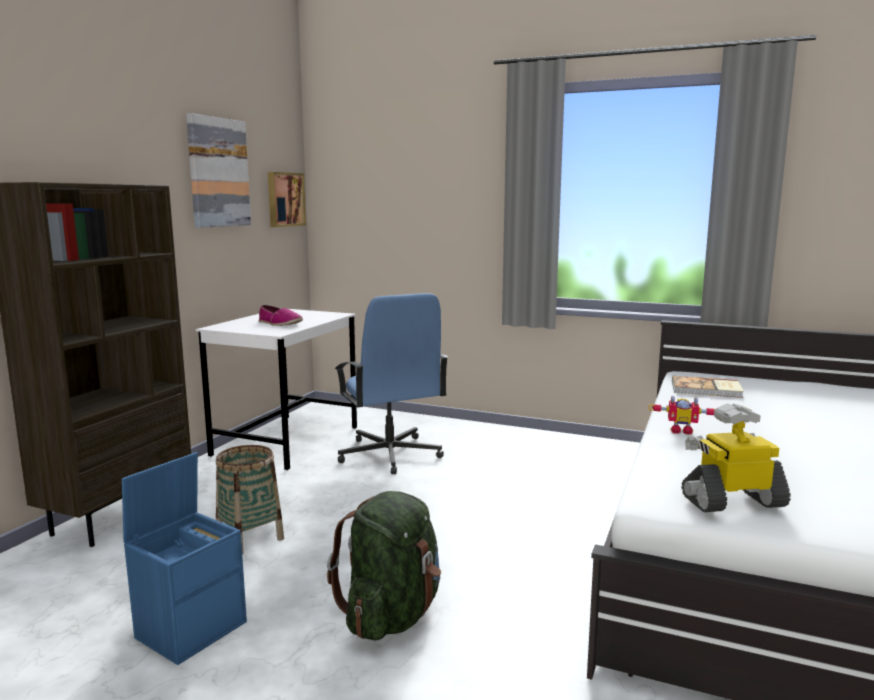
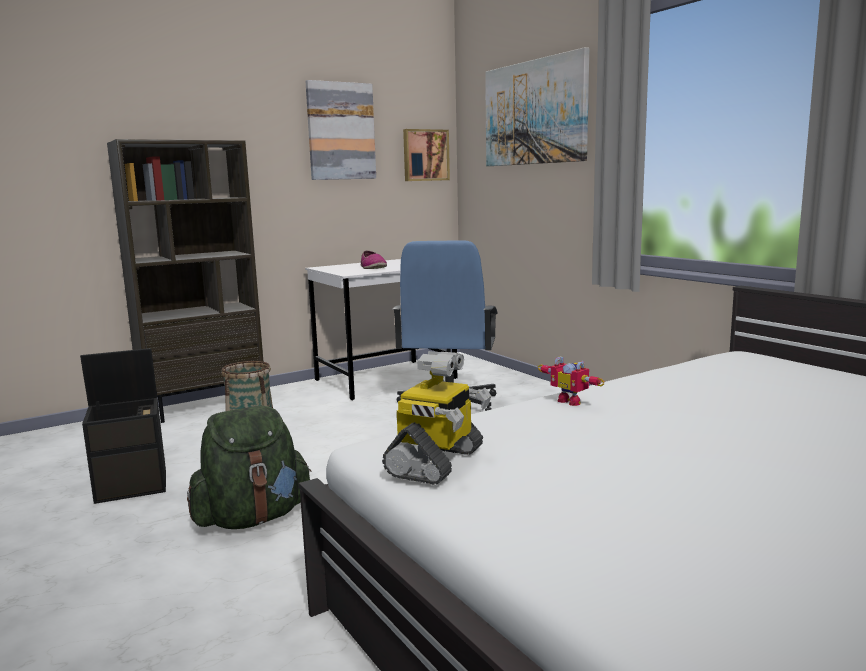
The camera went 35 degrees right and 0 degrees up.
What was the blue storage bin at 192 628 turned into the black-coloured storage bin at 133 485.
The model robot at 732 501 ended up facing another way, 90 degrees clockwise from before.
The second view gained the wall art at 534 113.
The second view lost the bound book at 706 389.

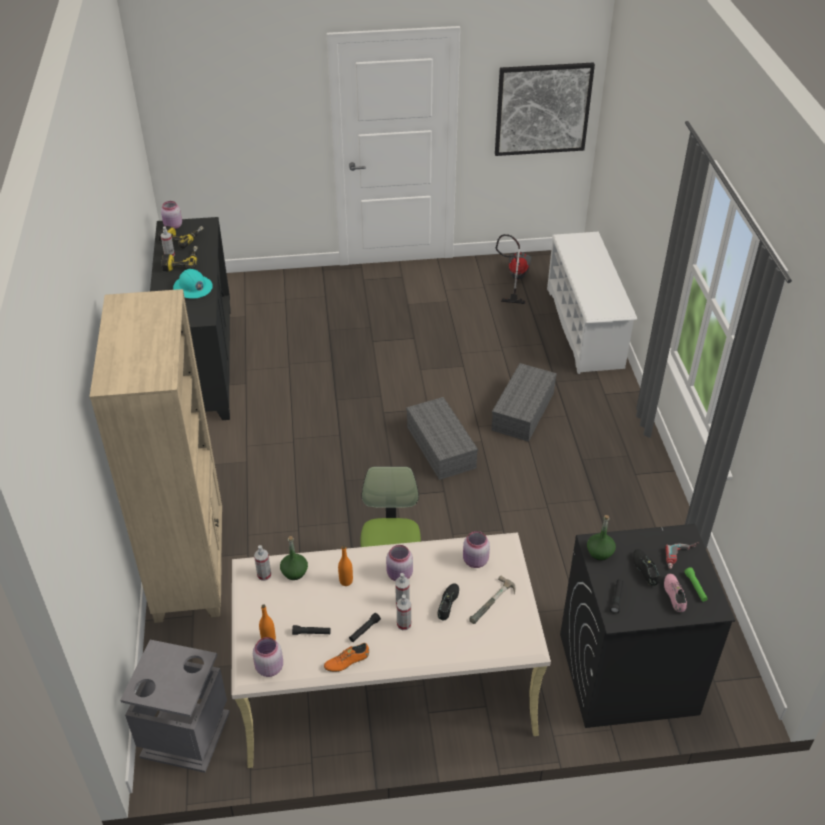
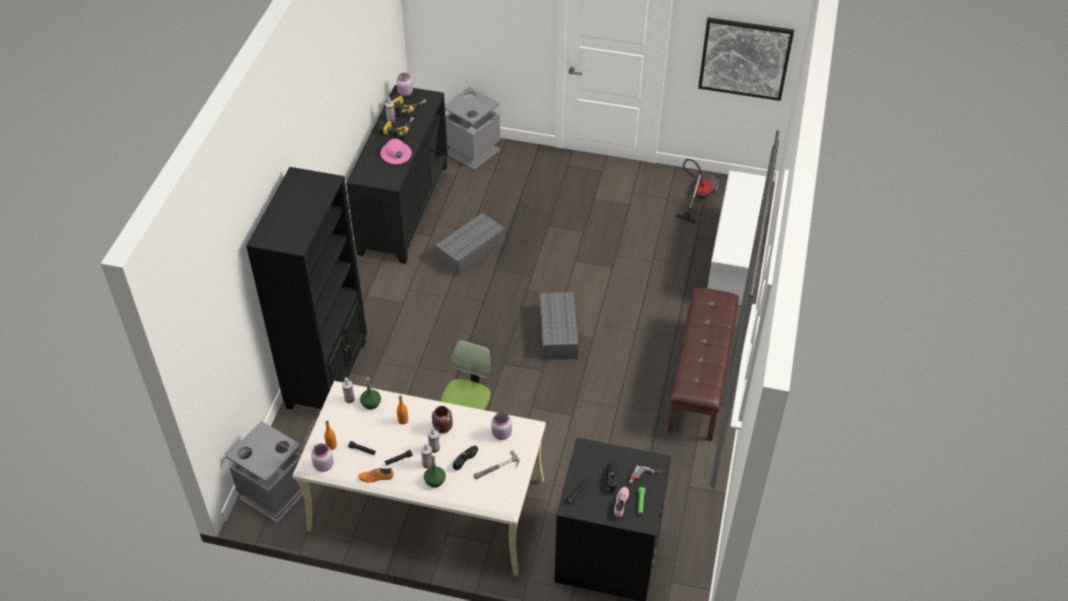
The camera went 20 degrees right and 5 degrees up.
What was the beige-coloured bookshelf at 190 566 turned into the black-coloured bookshelf at 328 374.
What was the turquoise-coloured safety helmet at 192 288 turned into the pinkish safety helmet at 395 154.
The green bottle ended up elsewhere, having gone from 600 552 to 435 480.
What was the pinkish jar at 399 575 turned into the brownish jar at 442 428.
The greyish storage bin ended up elsewhere, having gone from 523 412 to 470 252.
The second view gained the greyish waste bin at 472 152.
The second view gained the brownish bench at 701 379.

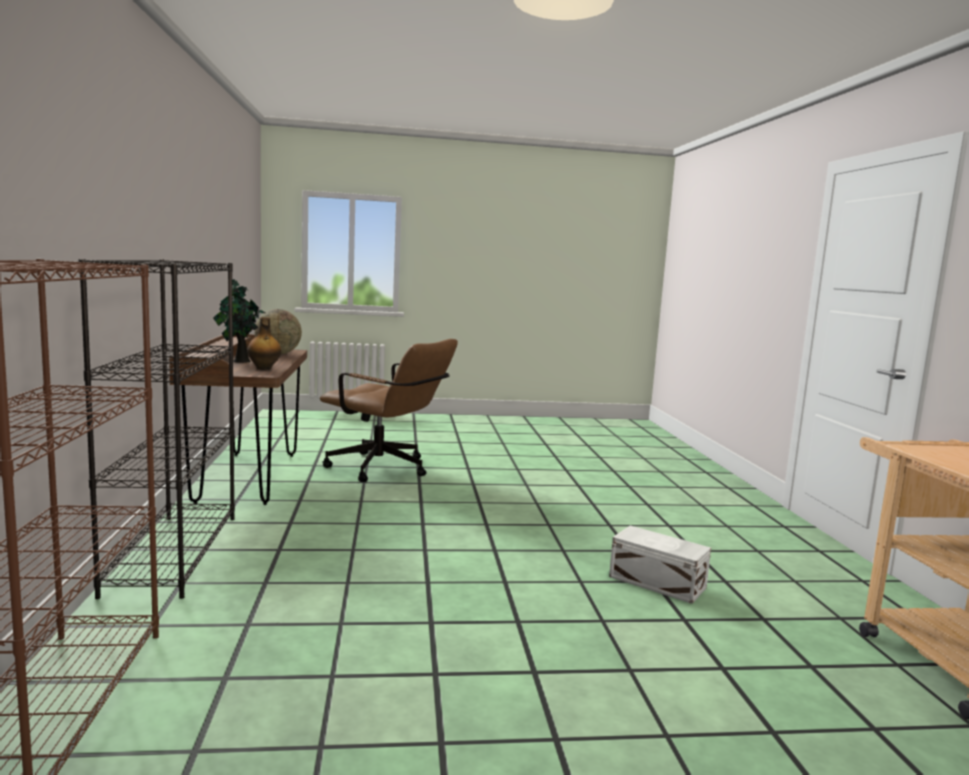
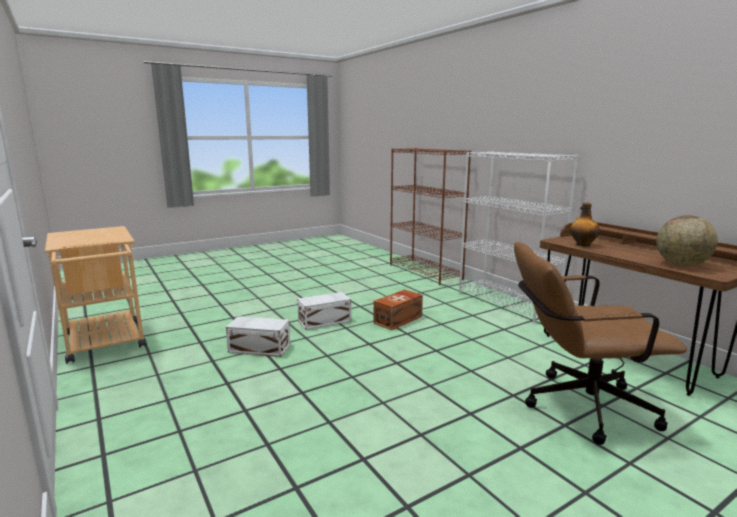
The camera went 155 degrees right and 5 degrees up.
The second view gained the whitish storage bin at 325 321.
The second view gained the brownish storage bin at 399 320.
What was the black-coloured bookshelf at 173 552 turned into the whitish bookshelf at 507 303.
The second view lost the houseplant at 240 361.

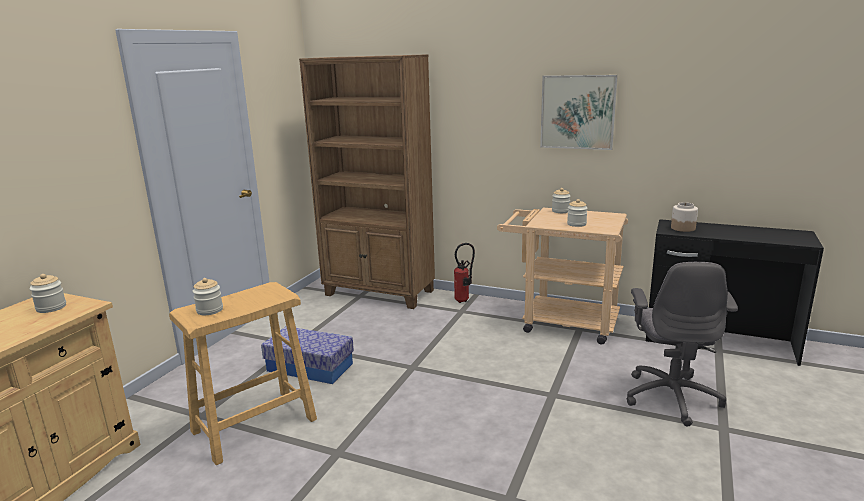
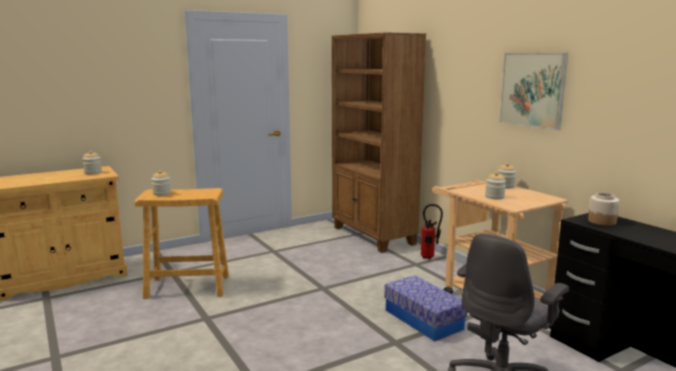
The camera went 35 degrees right and 5 degrees down.
The storage bin ended up elsewhere, having gone from 309 367 to 423 319.

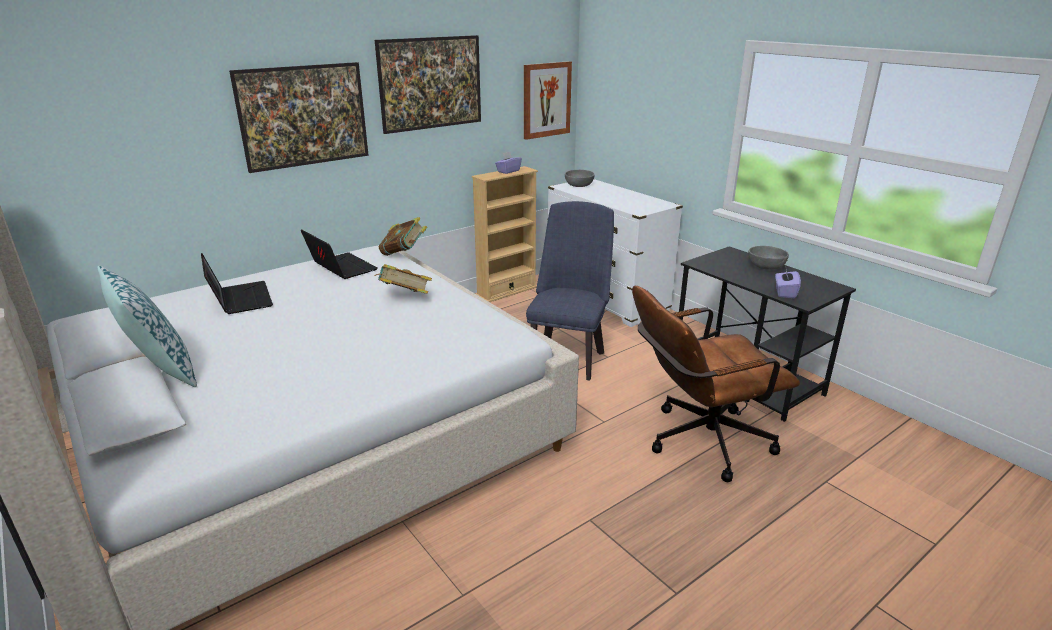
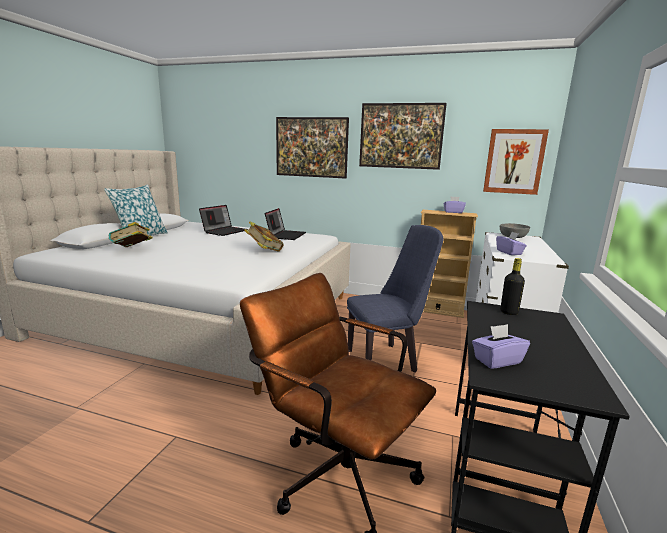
The camera went 55 degrees right and 10 degrees down.
The bound book ended up elsewhere, having gone from 404 253 to 132 249.
The second view gained the purplish box of tissues at 509 252.
The second view gained the black-coloured bottle at 509 312.
The second view lost the greyish bowl at 766 266.

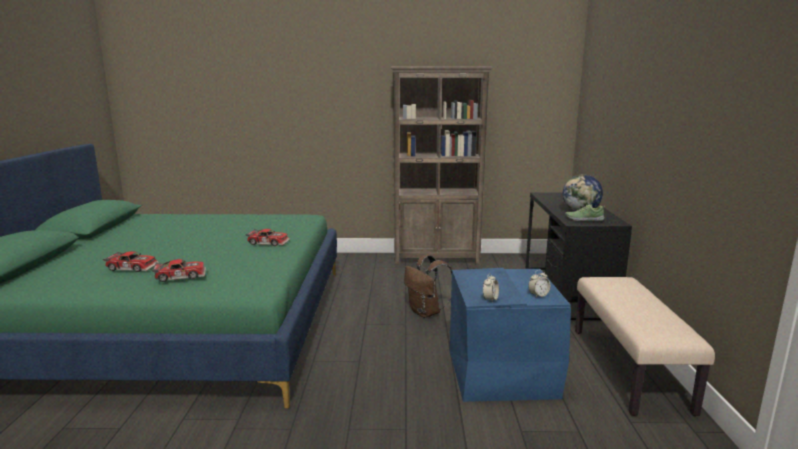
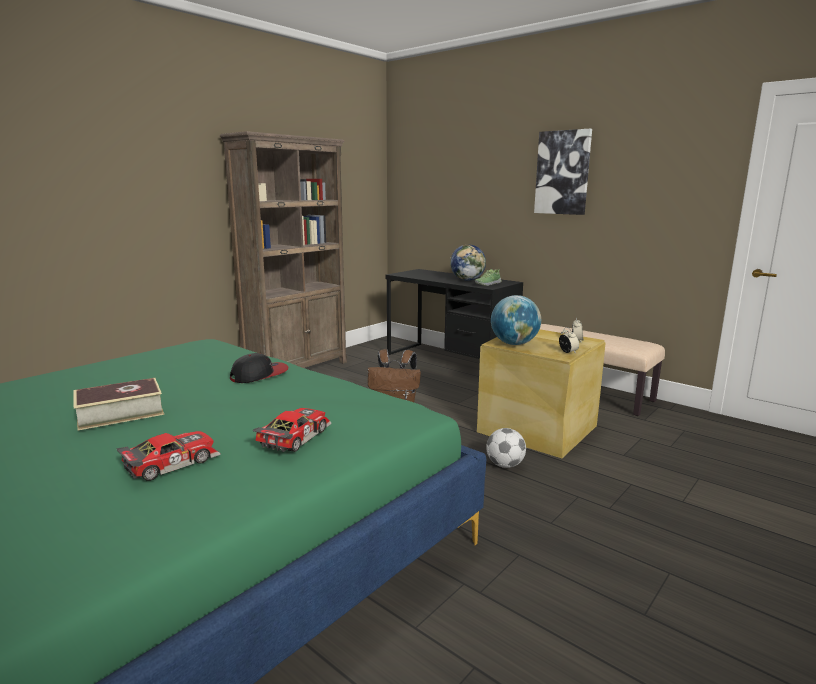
The camera went 50 degrees left and 0 degrees up.
The second view gained the bound book at 120 413.
Where the model car stood at 269 242, the cap came to stand at 259 375.
What was the blue storage bin at 502 372 turned into the beige-coloured storage bin at 537 428.
The second view gained the football at 505 465.
The second view gained the desk globe at 514 344.
The second view gained the wall art at 563 172.

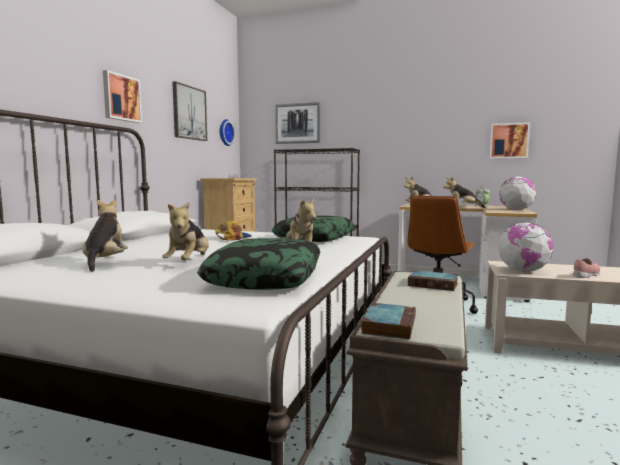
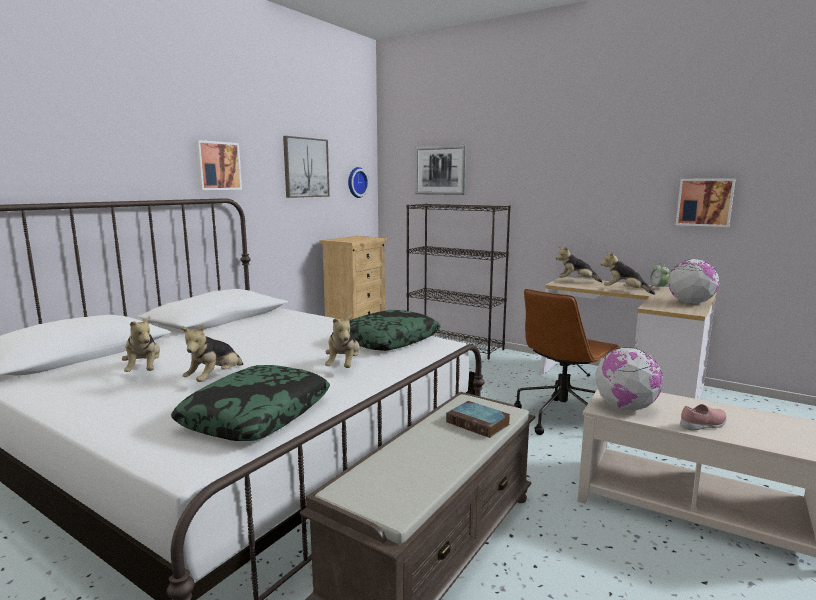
The camera went 15 degrees right and 5 degrees up.
The soft toy at 105 262 ended up facing another way, 150 degrees clockwise from before.
The second view lost the cap at 233 238.
The second view lost the bound book at 389 325.

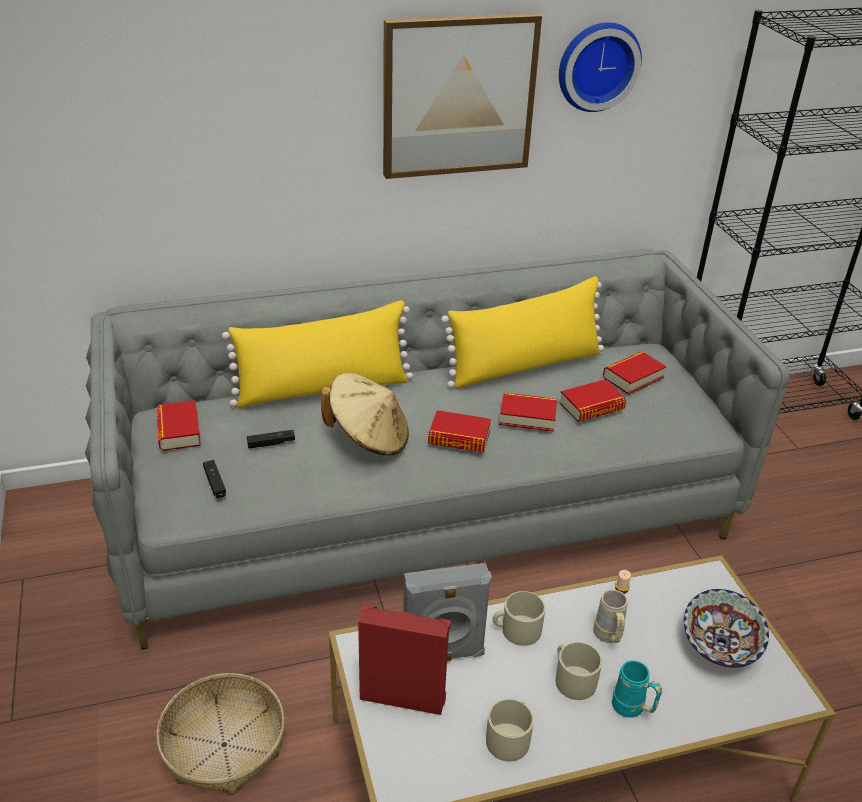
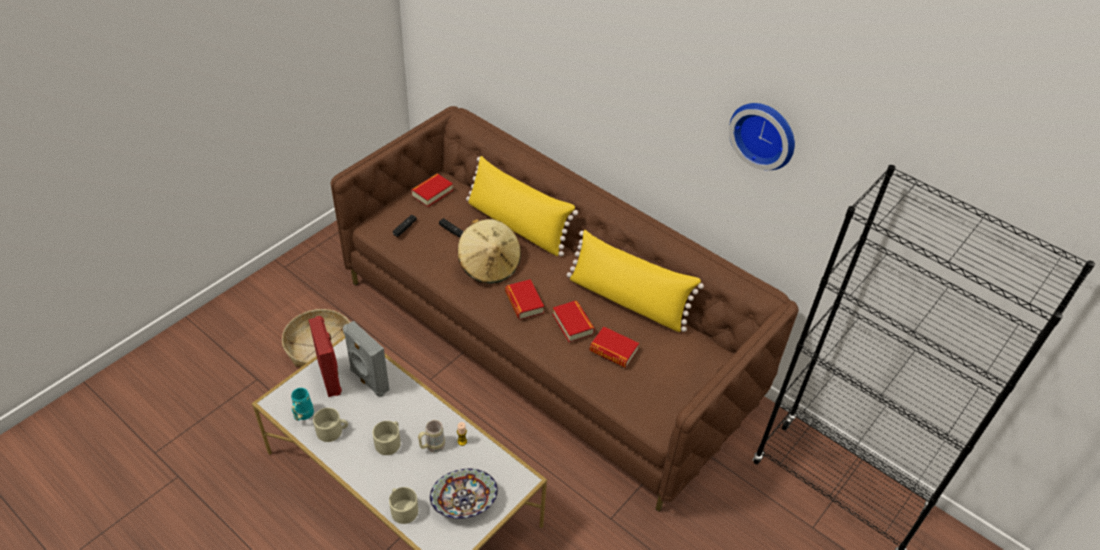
The camera went 55 degrees right and 10 degrees up.
The turquoise-coloured tea mug ended up elsewhere, having gone from 633 709 to 302 416.
What was the greyish sofa at 427 509 turned into the brownish sofa at 546 341.
The beige-coloured tea mug ended up elsewhere, having gone from 516 630 to 402 508.
The second view lost the wall art at 458 96.
The second view lost the bound book at 633 377.

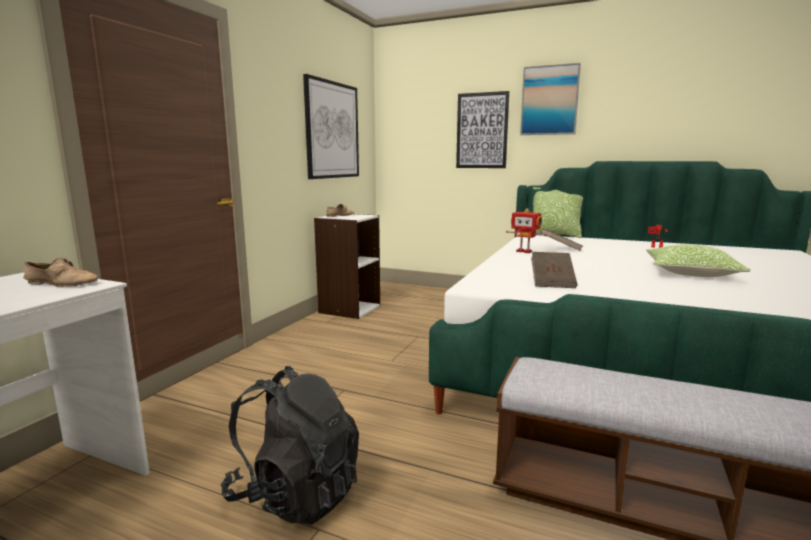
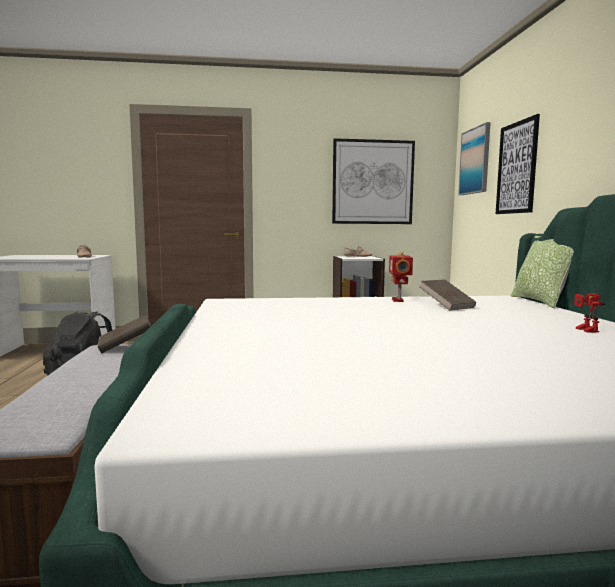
The camera went 60 degrees right and 5 degrees down.
The brownish bound book ended up elsewhere, having gone from 552 282 to 125 346.
The wall art ended up elsewhere, having gone from 549 100 to 475 161.
The second view lost the cushion at 690 273.

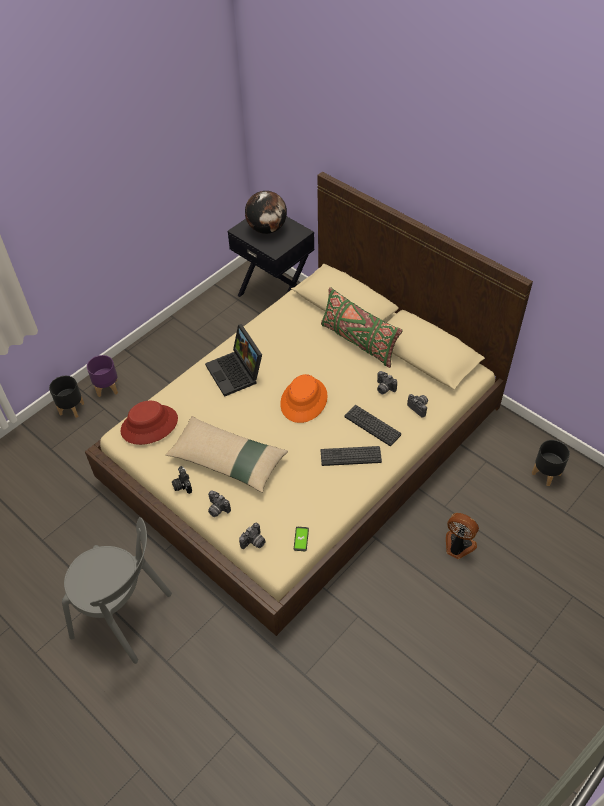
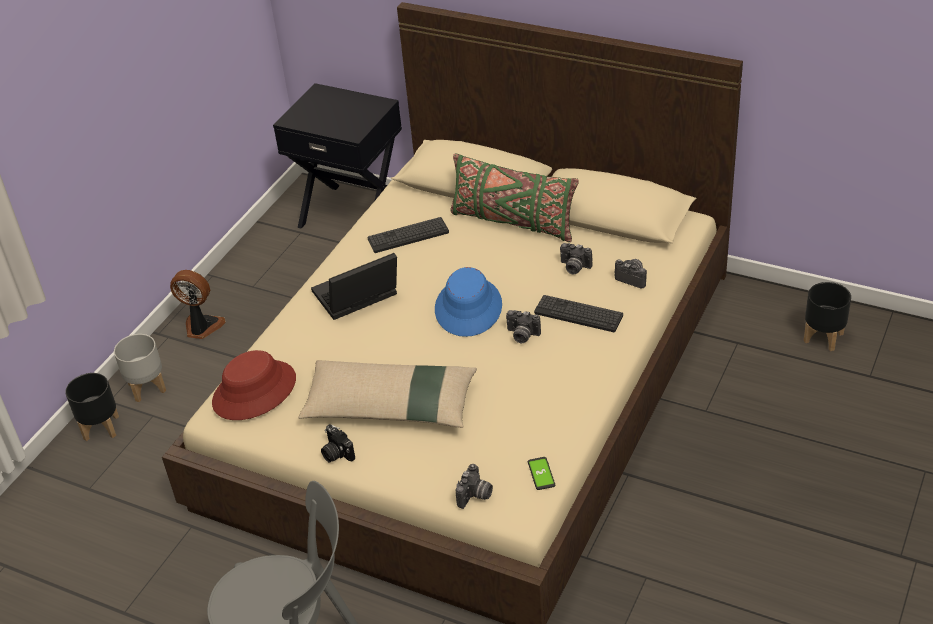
The camera went 15 degrees left and 10 degrees down.
What was the purplish plant pot at 107 387 turned into the greyish plant pot at 147 387.
The fan ended up elsewhere, having gone from 458 546 to 201 327.
The laptop at 236 373 ended up facing another way, 105 degrees clockwise from before.
The PC keyboard ended up elsewhere, having gone from 350 456 to 408 236.
What was the orange hat at 304 400 turned into the blue hat at 468 307.
The still camera ended up elsewhere, having gone from 217 509 to 522 336.
The second view lost the desk globe at 267 229.

